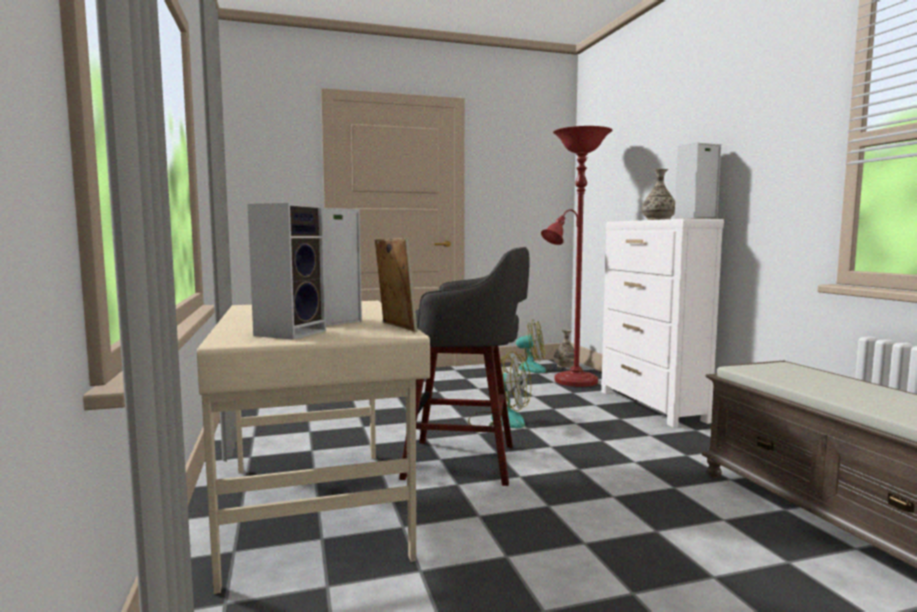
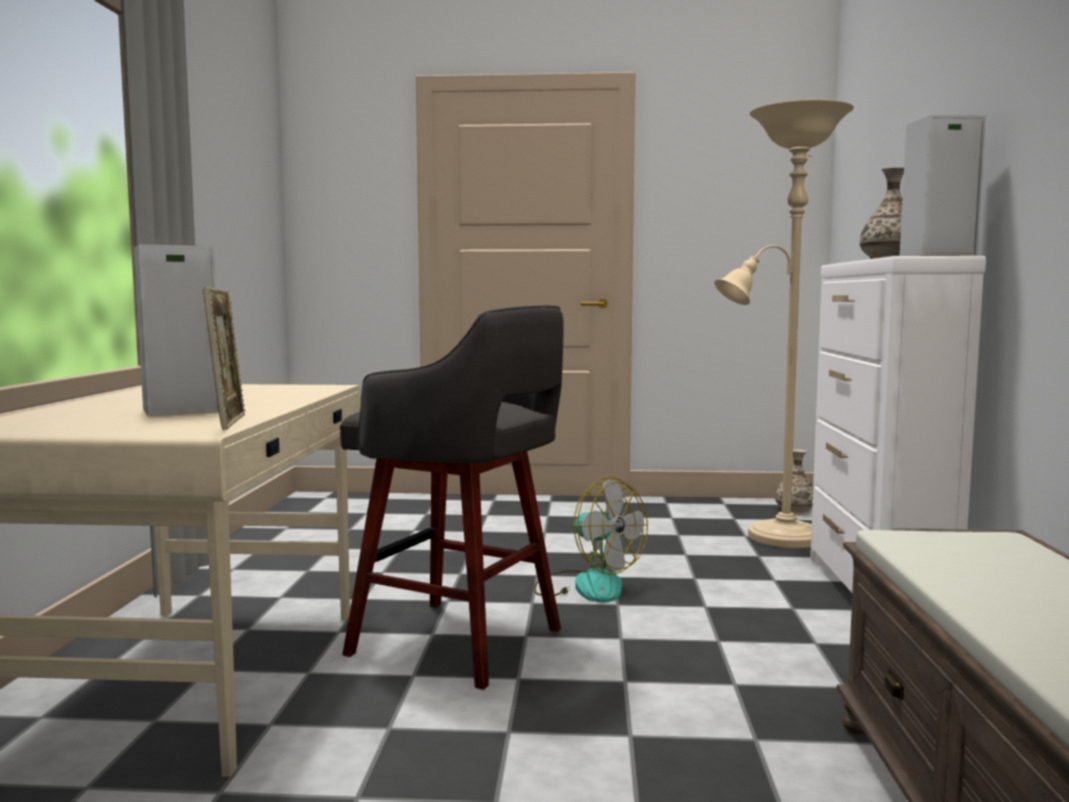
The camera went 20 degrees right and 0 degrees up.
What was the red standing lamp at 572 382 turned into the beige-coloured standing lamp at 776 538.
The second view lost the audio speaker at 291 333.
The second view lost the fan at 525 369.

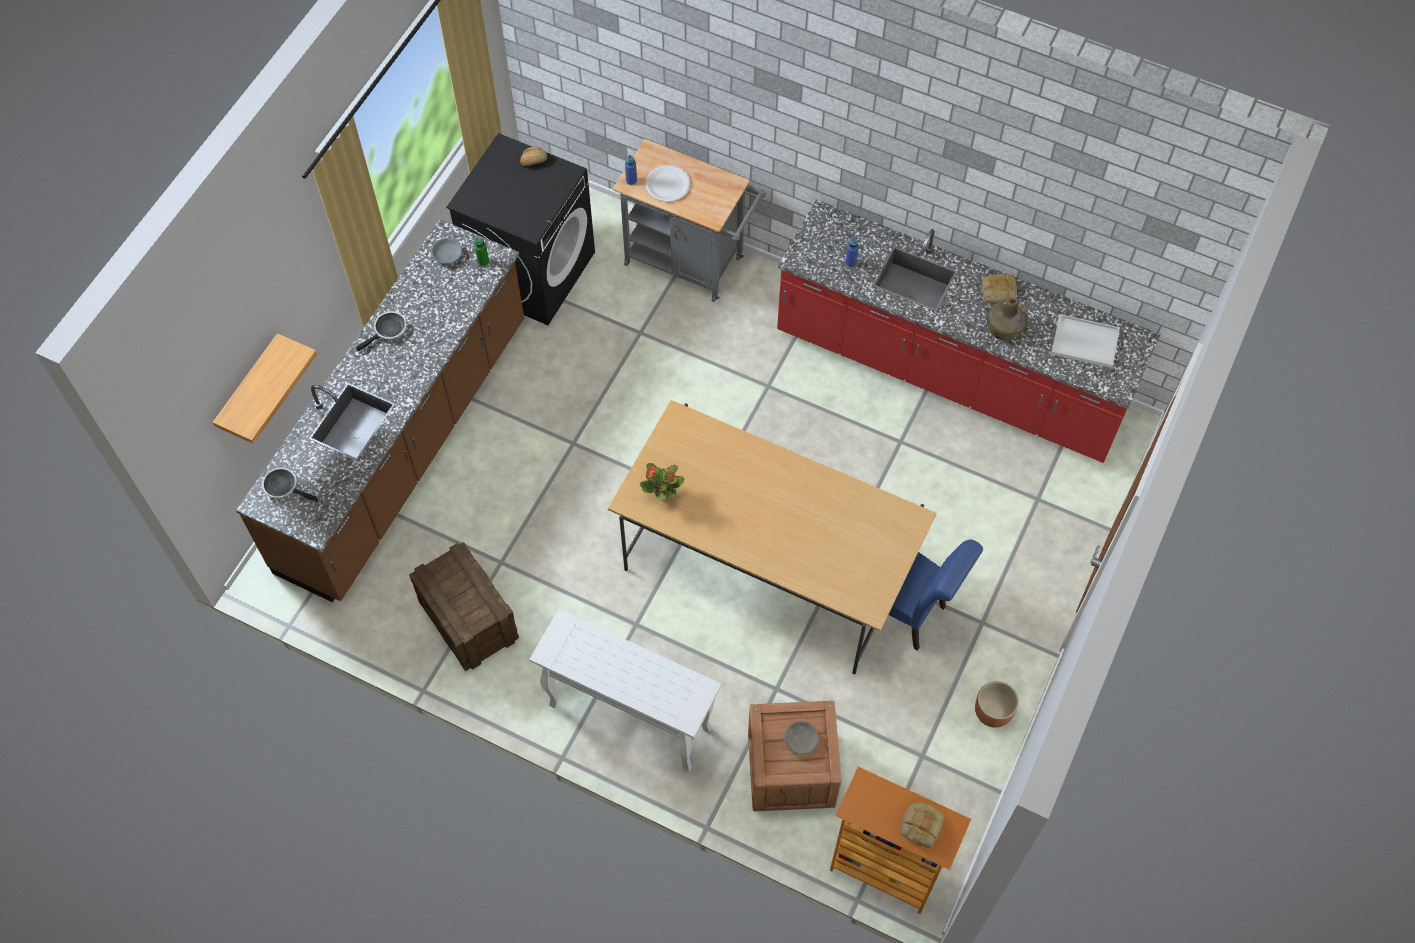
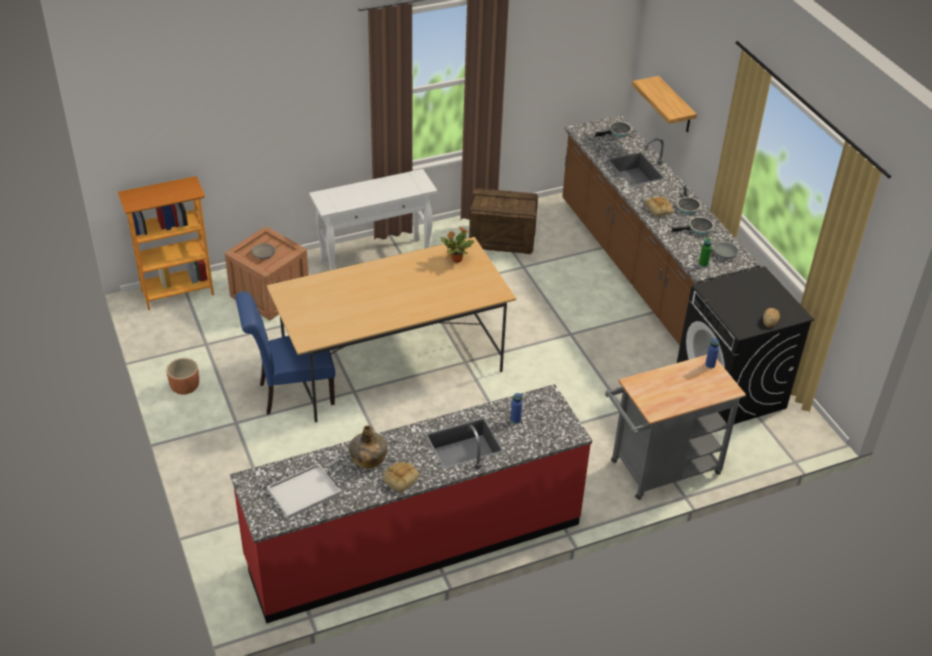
The camera went 130 degrees right and 20 degrees down.
The bakery bread ended up elsewhere, having gone from 921 825 to 659 209.
The second view gained the skillet at 698 229.
The second view lost the whitish plate at 668 184.

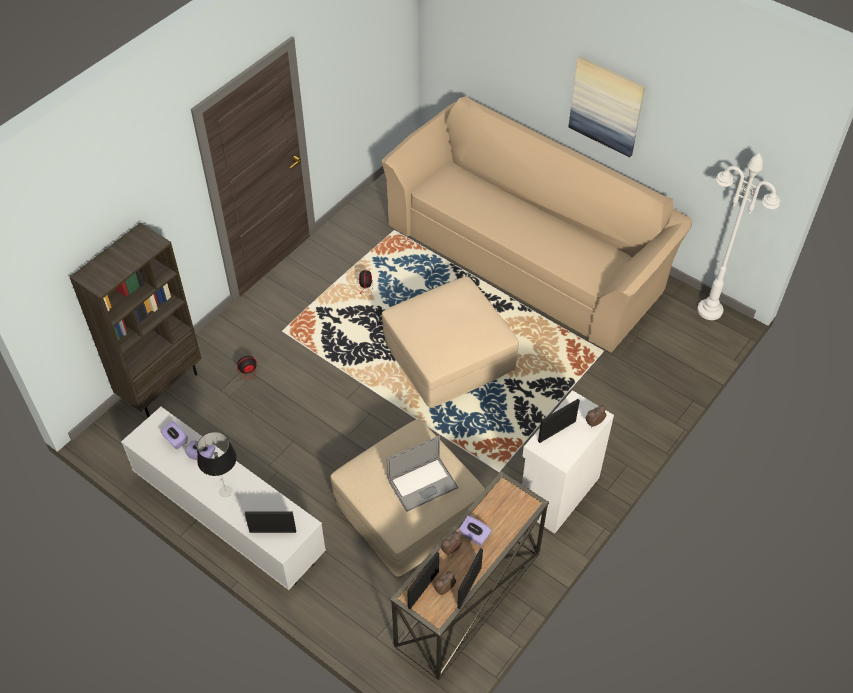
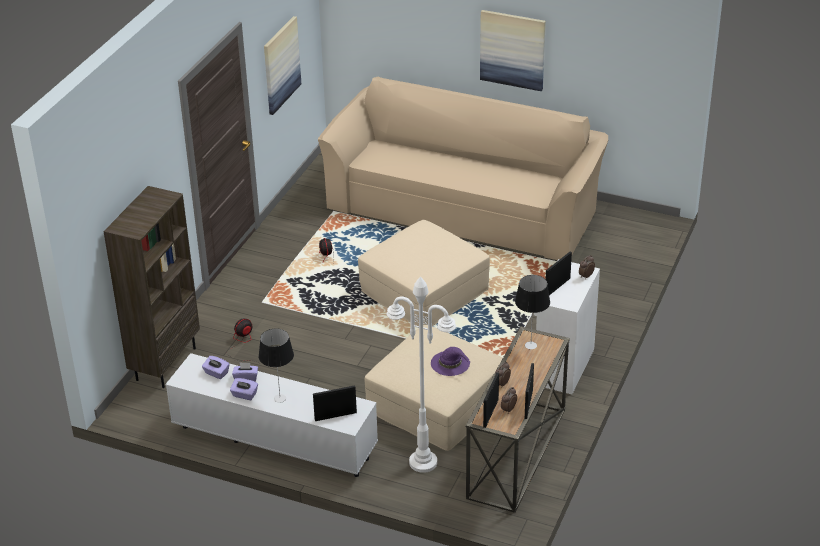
The camera went 15 degrees left and 15 degrees down.
The purplish box of tissues ended up elsewhere, having gone from 474 536 to 244 395.
The second view gained the wall art at 281 65.
The whitish standing lamp ended up elsewhere, having gone from 710 310 to 423 462.
Where the laptop stood at 422 484, the purplish hat came to stand at 450 363.
The second view gained the table lamp at 530 345.

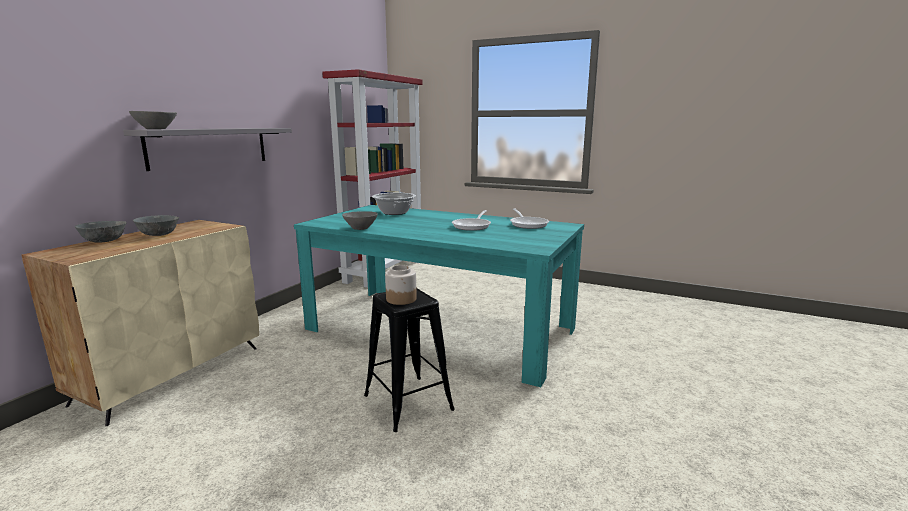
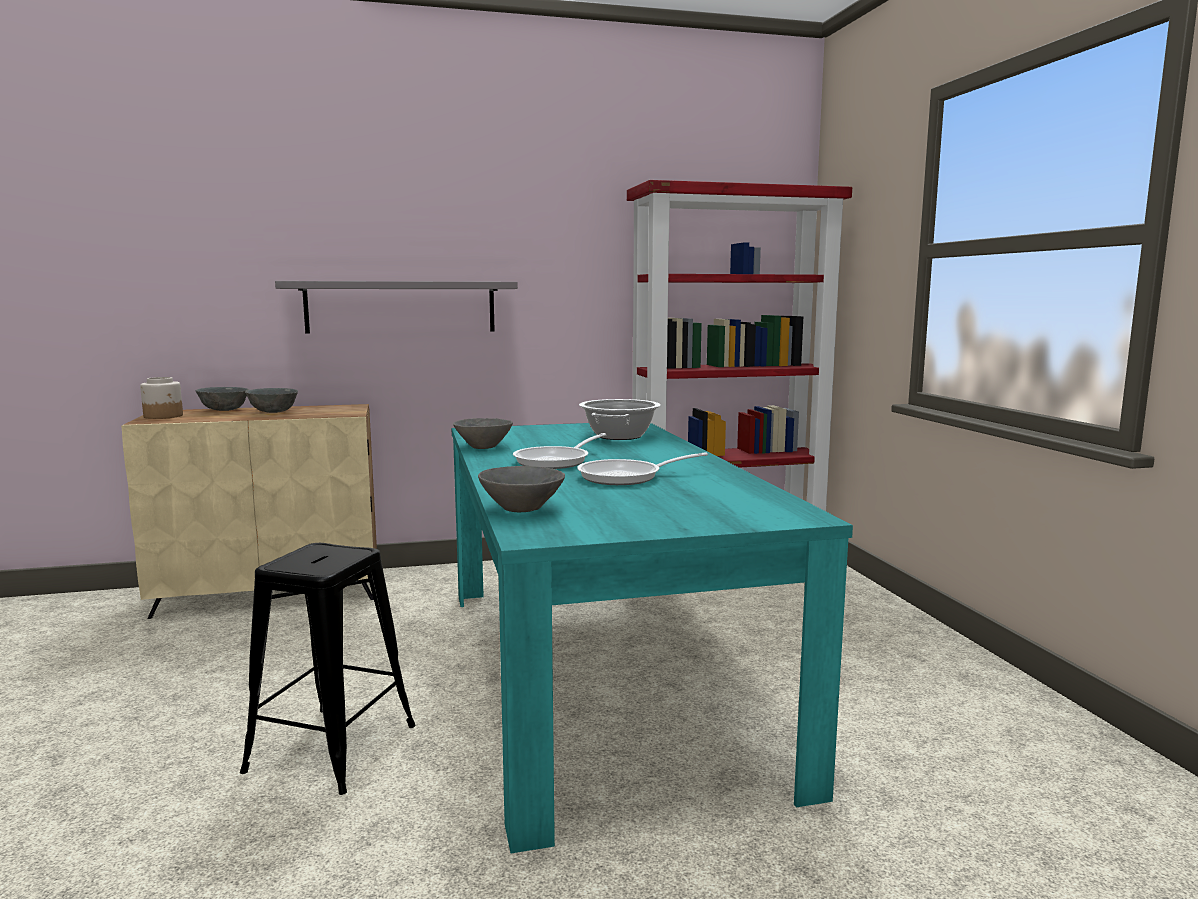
The camera went 50 degrees right and 5 degrees down.
The jar ended up elsewhere, having gone from 401 299 to 164 416.
The greyish bowl ended up elsewhere, having gone from 156 129 to 522 509.
The skillet ended up elsewhere, having gone from 528 224 to 557 461.

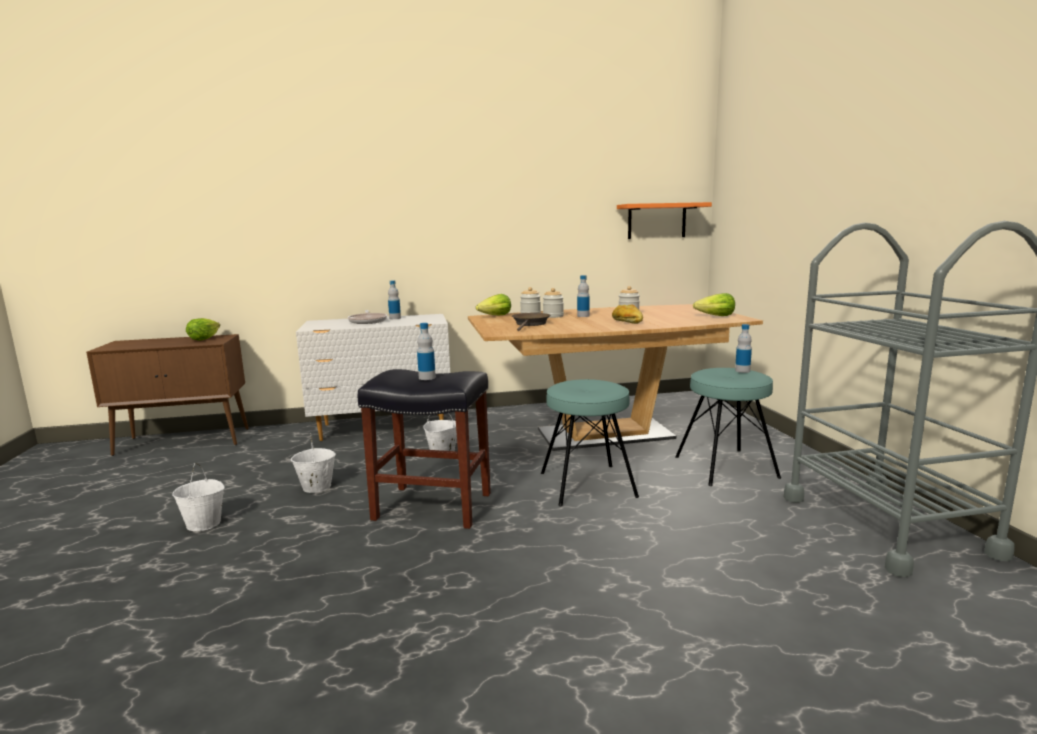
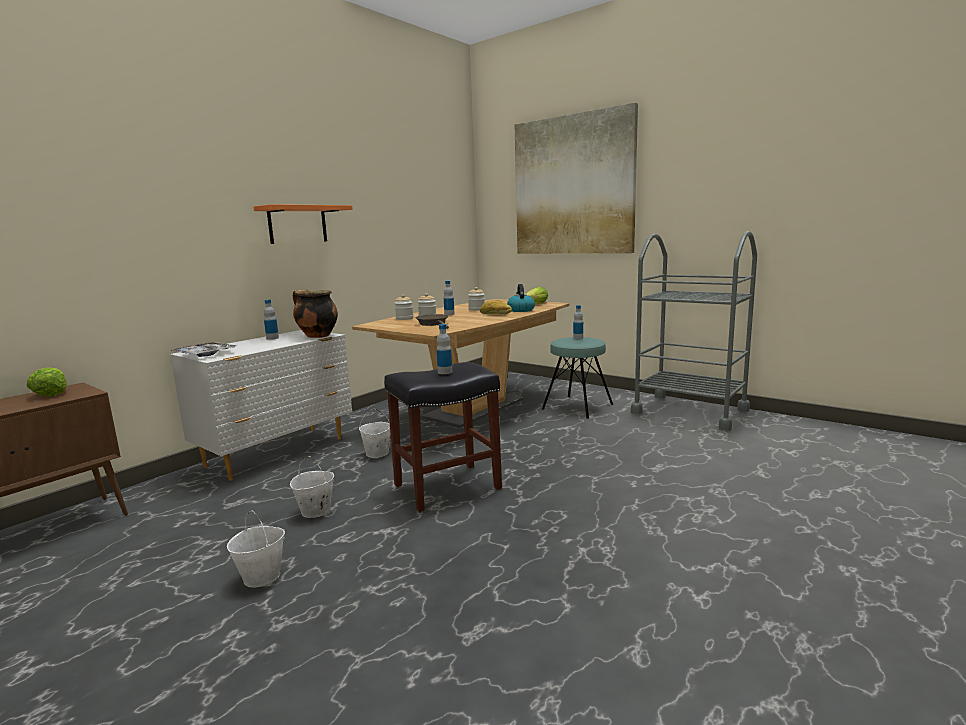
The camera went 40 degrees left and 0 degrees up.
The second view gained the tray at 205 354.
The orange wall shelf ended up elsewhere, having gone from 656 221 to 297 224.
The second view gained the stockpot at 316 336.
The second view gained the kettle at 520 310.
The second view gained the wall art at 573 186.
The second view lost the skillet at 368 321.
The second view lost the lettuce head at 495 316.
The second view lost the turquoise-coloured sitting stool at 587 484.

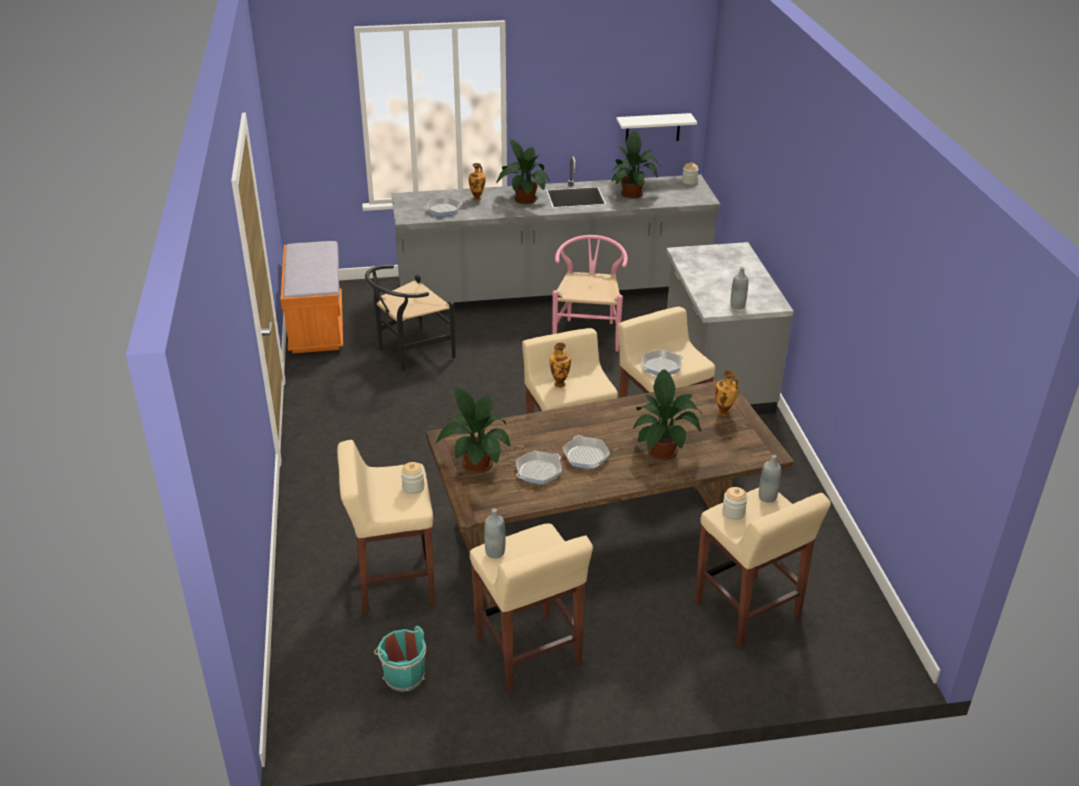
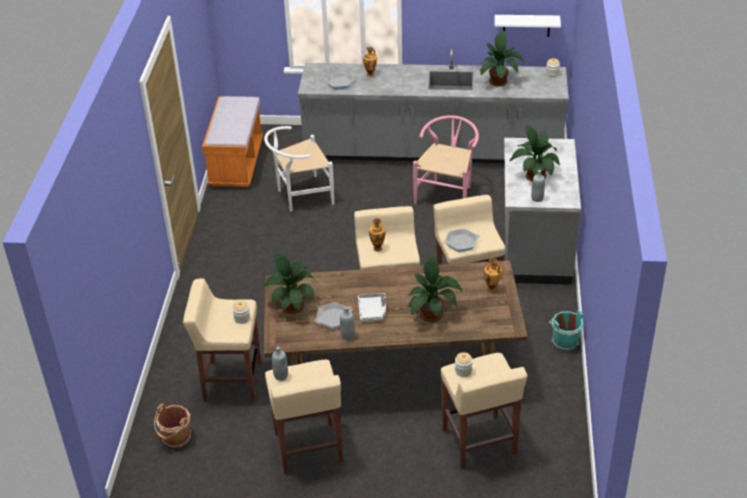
The camera went 15 degrees right and 5 degrees up.
The second view gained the brownish bucket at 176 438.
What was the black-coloured chair at 410 353 turned into the whitish chair at 300 196.
The greyish bottle ended up elsewhere, having gone from 767 497 to 347 336.
Where the skillet stood at 585 456, the greyish tray came to stand at 372 311.
The houseplant ended up elsewhere, having gone from 524 198 to 534 175.
The turquoise-coloured bucket ended up elsewhere, having gone from 402 675 to 564 341.

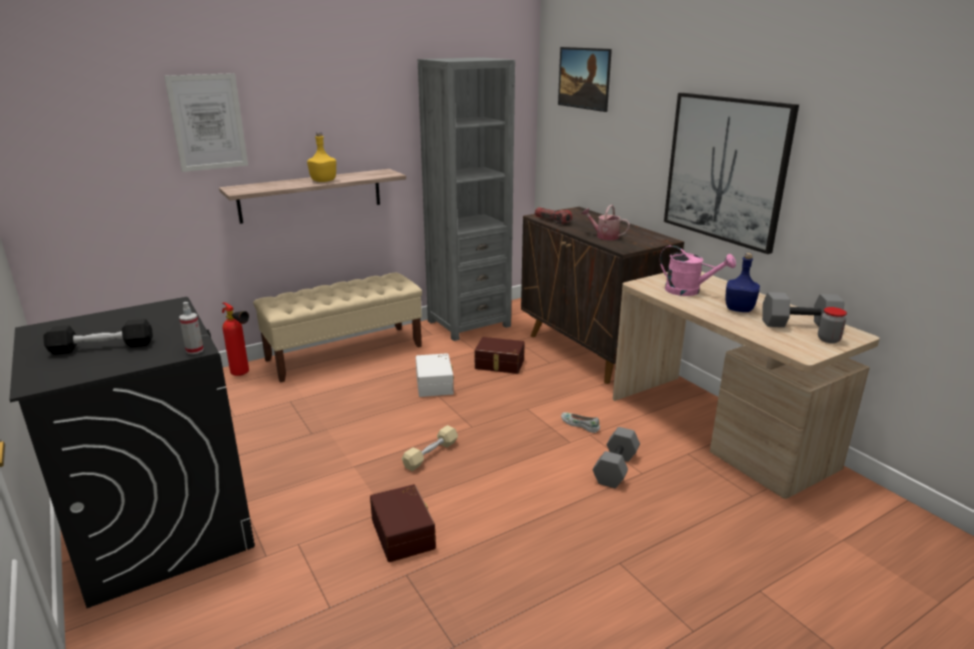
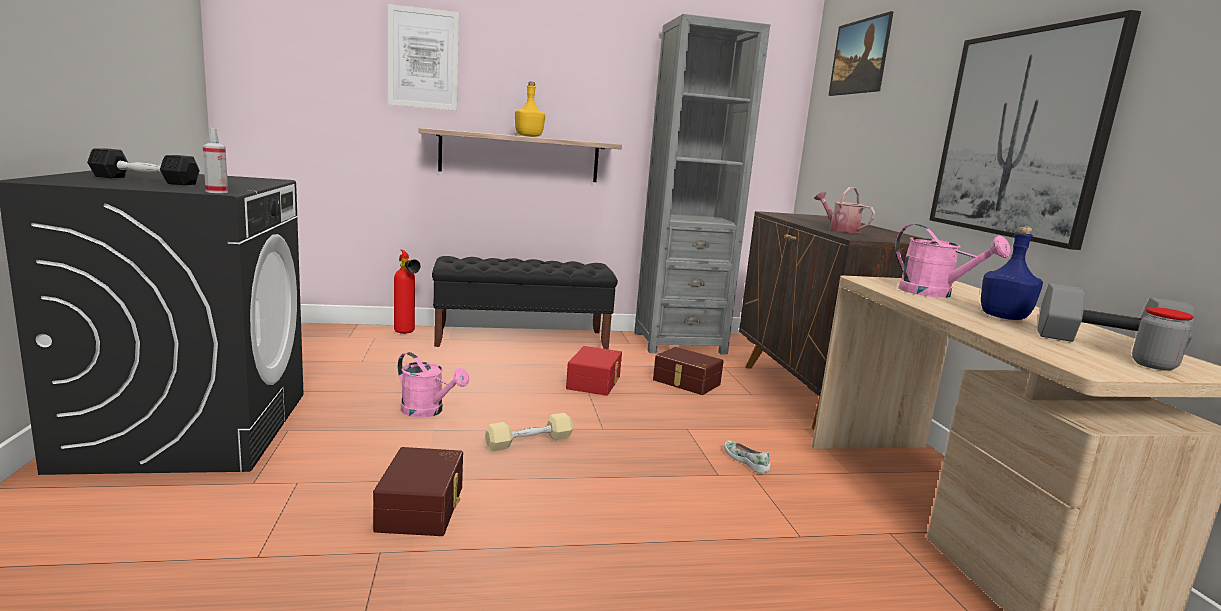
The camera went 20 degrees right and 10 degrees down.
The second view gained the pinkish watering can at 428 411.
What was the beige-coloured bench at 345 353 turned into the black-coloured bench at 522 338.
What was the whitish storage bin at 435 384 turned into the red storage bin at 595 382.
The second view lost the hand torch at 552 221.
The second view lost the greyish free weight at 616 469.

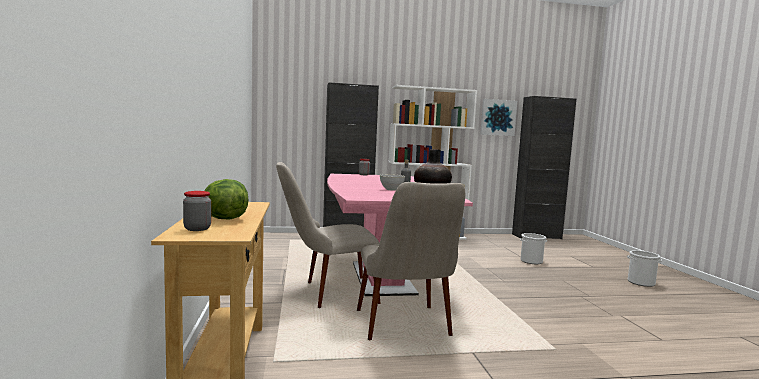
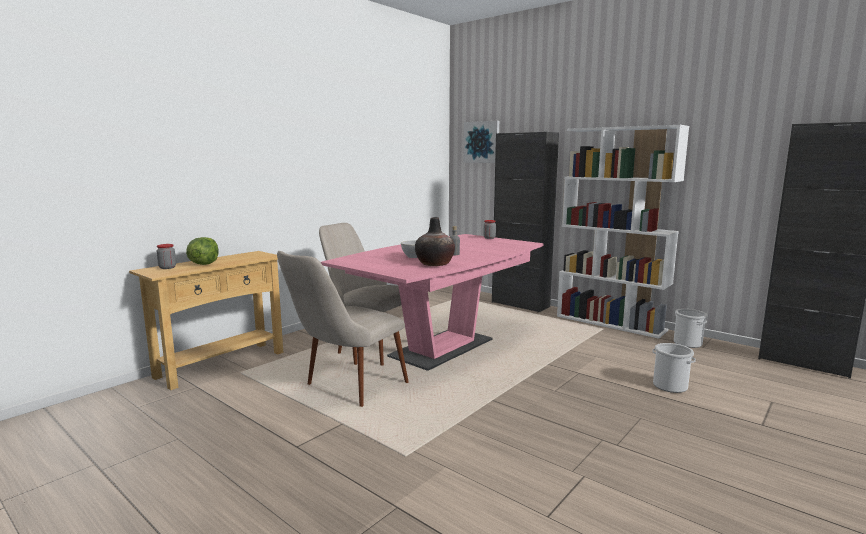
The camera went 50 degrees right and 5 degrees up.
The wall art ended up elsewhere, having gone from 498 117 to 481 142.
The bucket ended up elsewhere, having gone from 641 282 to 688 343.

